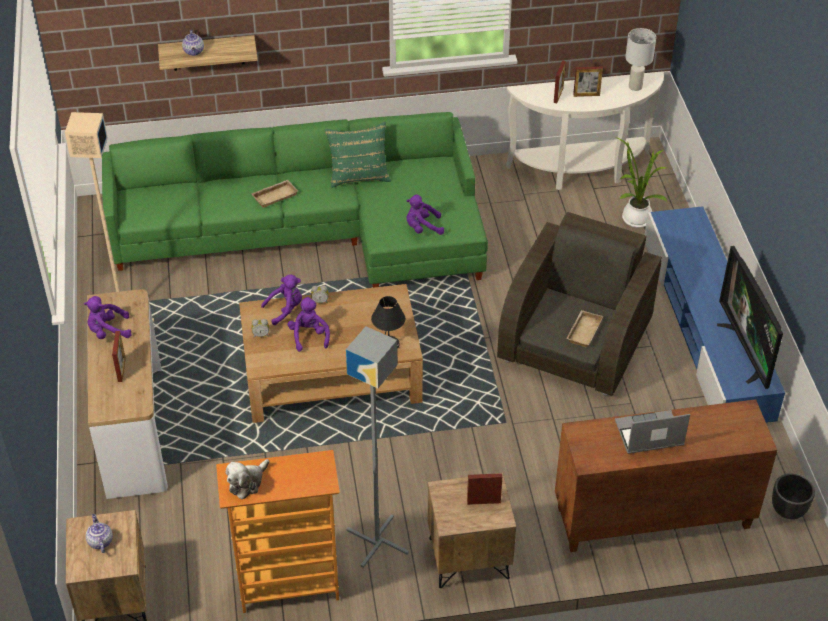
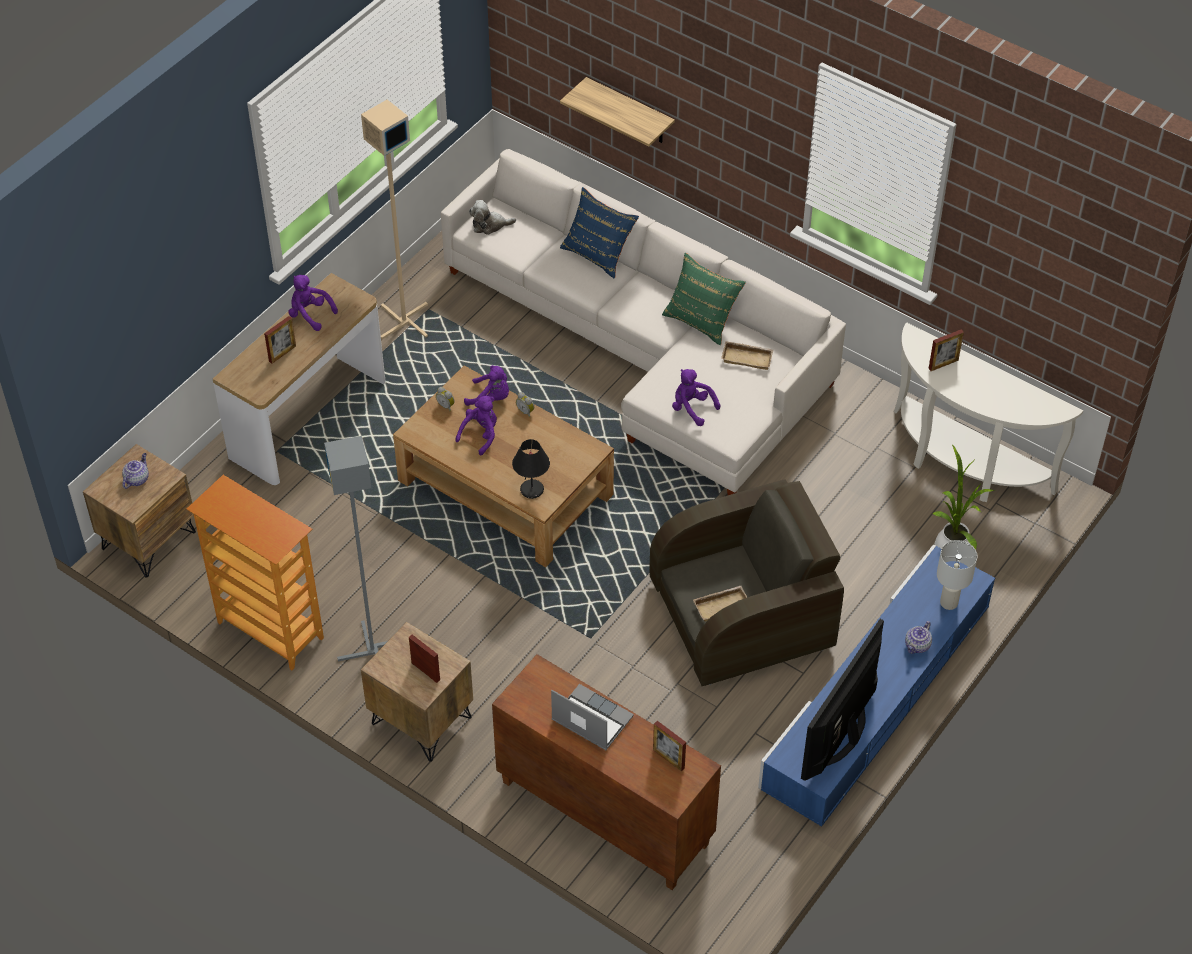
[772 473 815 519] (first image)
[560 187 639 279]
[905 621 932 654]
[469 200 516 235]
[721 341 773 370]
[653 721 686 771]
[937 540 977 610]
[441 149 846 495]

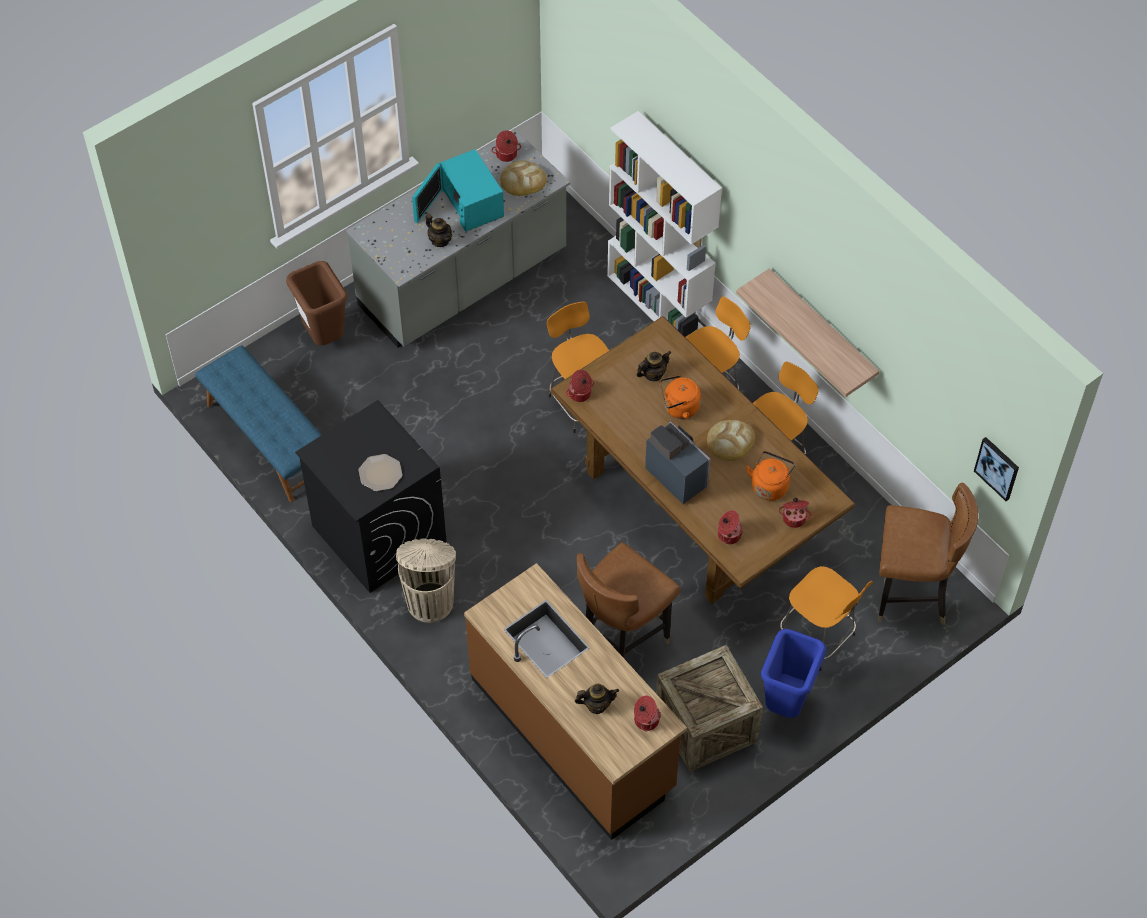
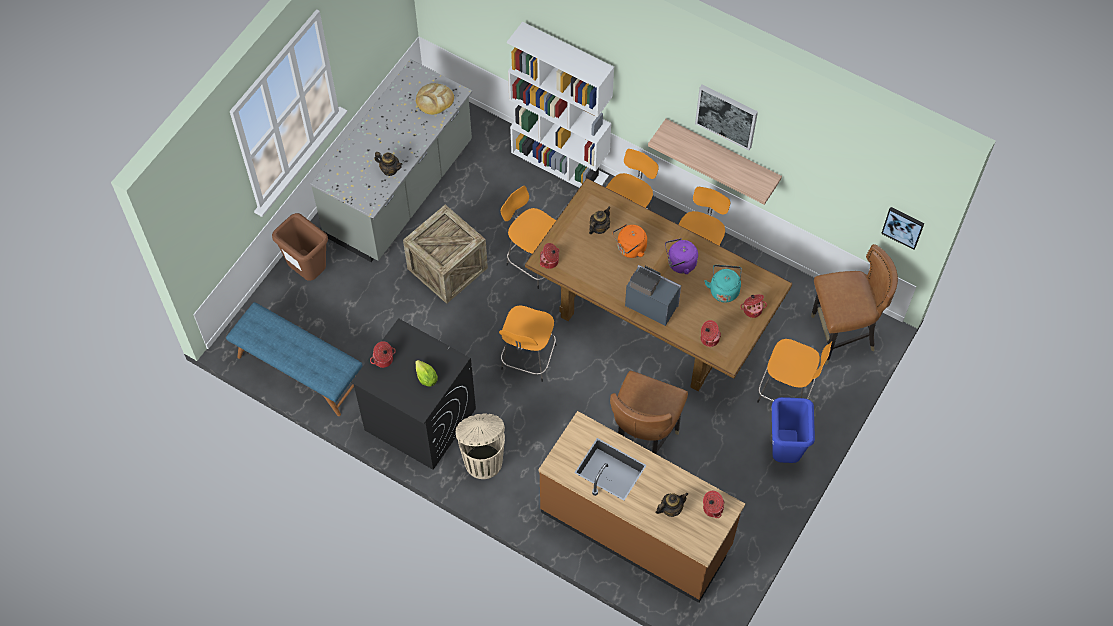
[412 149 504 232] (first image)
[499 305 556 382]
[695 85 758 150]
[370 341 396 368]
[403 205 488 304]
[415 360 438 387]
[665 238 698 274]
[704 265 742 303]

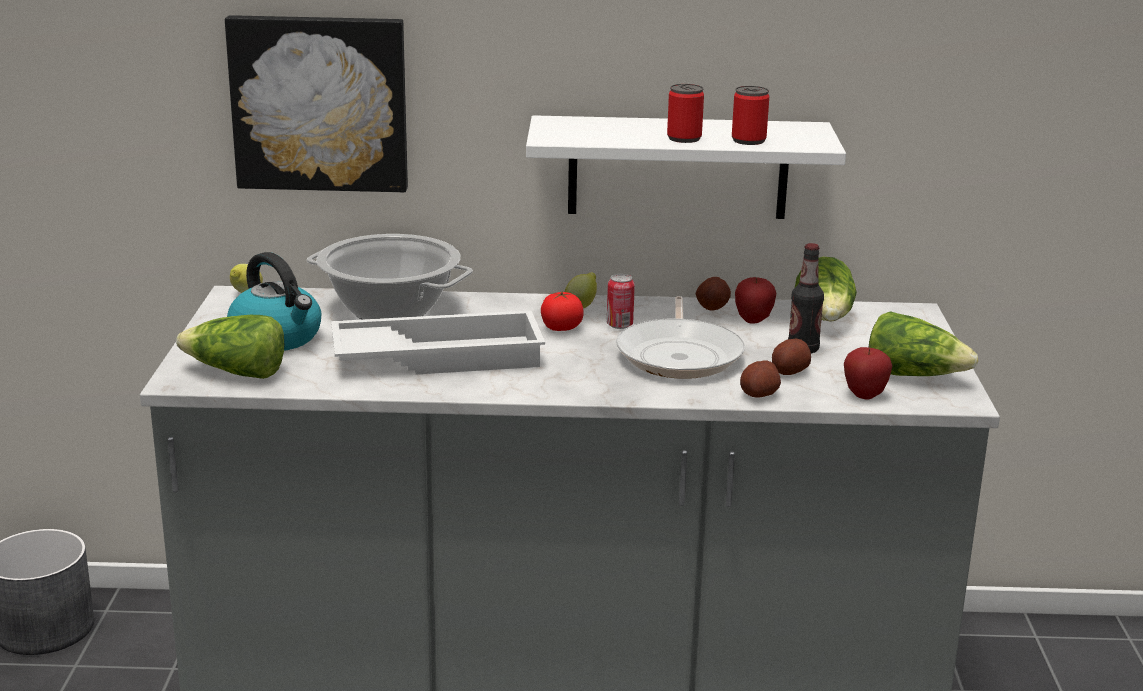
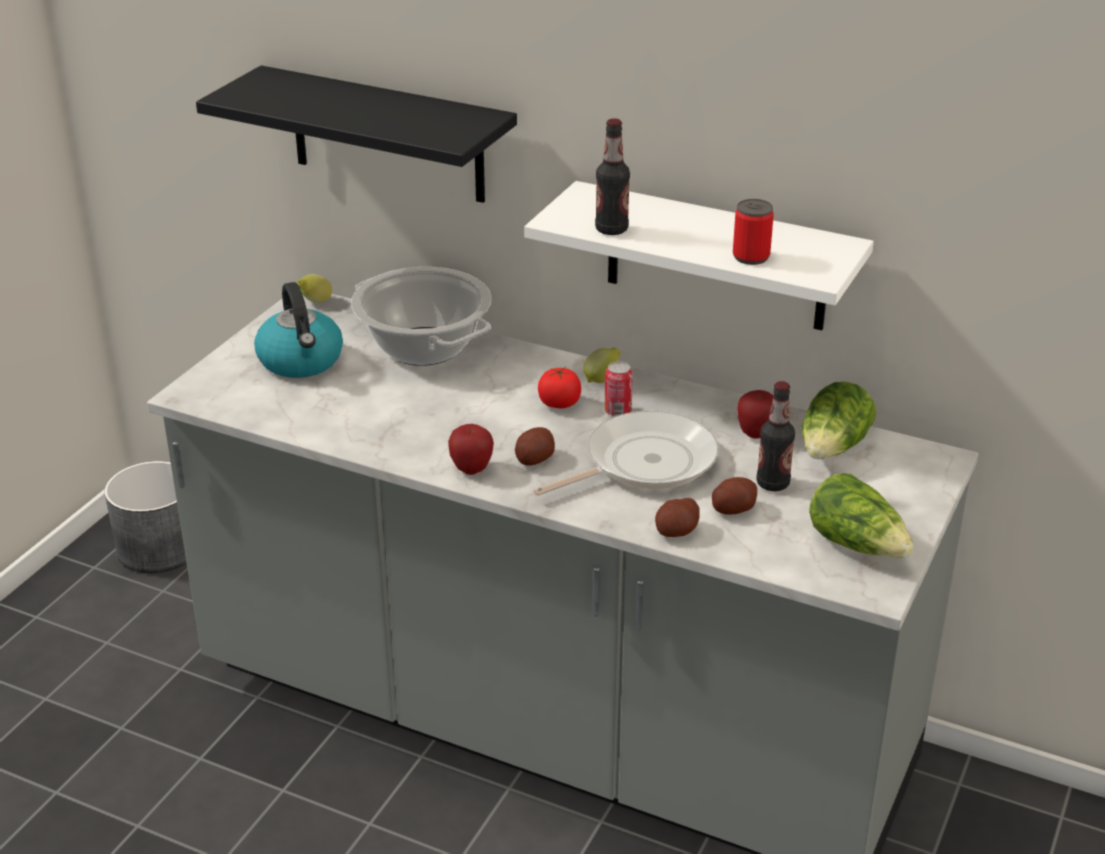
[176 315 284 379] (first image)
[331 311 545 374] (first image)
[667 84 704 143] (first image)
[595 118 630 235]
[515 427 555 465]
[448 424 494 475]
[196 65 517 203]
[533 411 719 496]

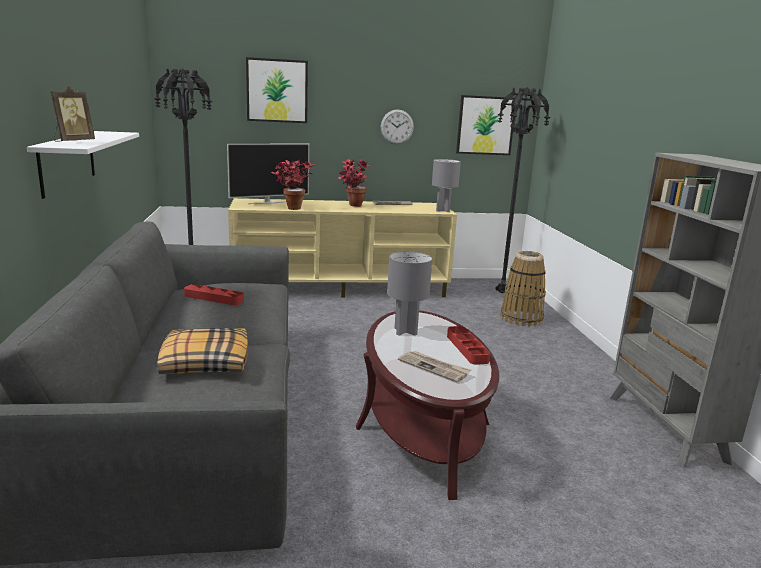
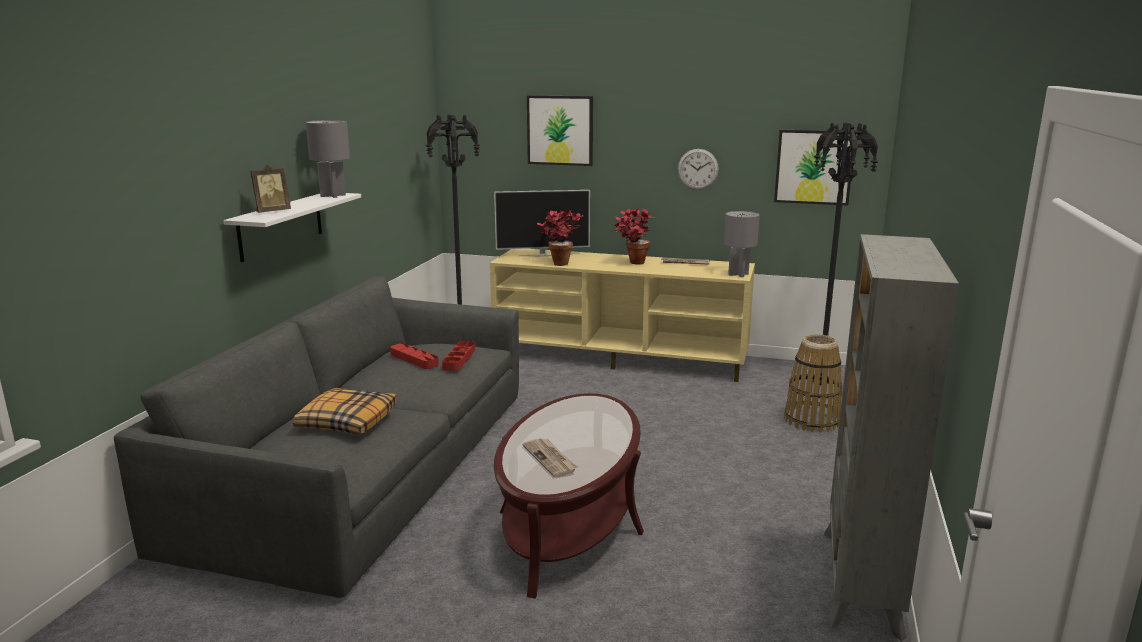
[306 120 350 198]
[442 341 475 371]

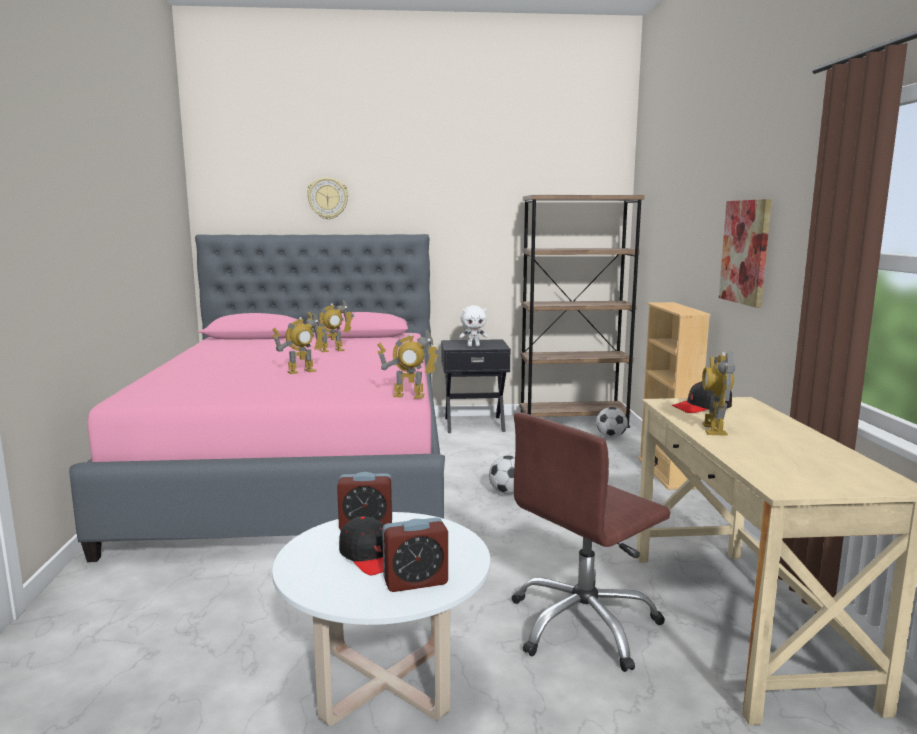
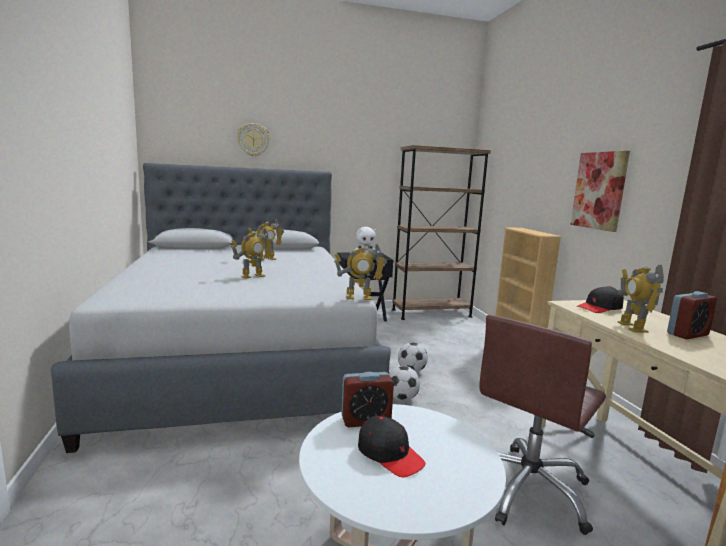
[667 291 717 339]
[389 366 420 401]
[51 163 391 453]

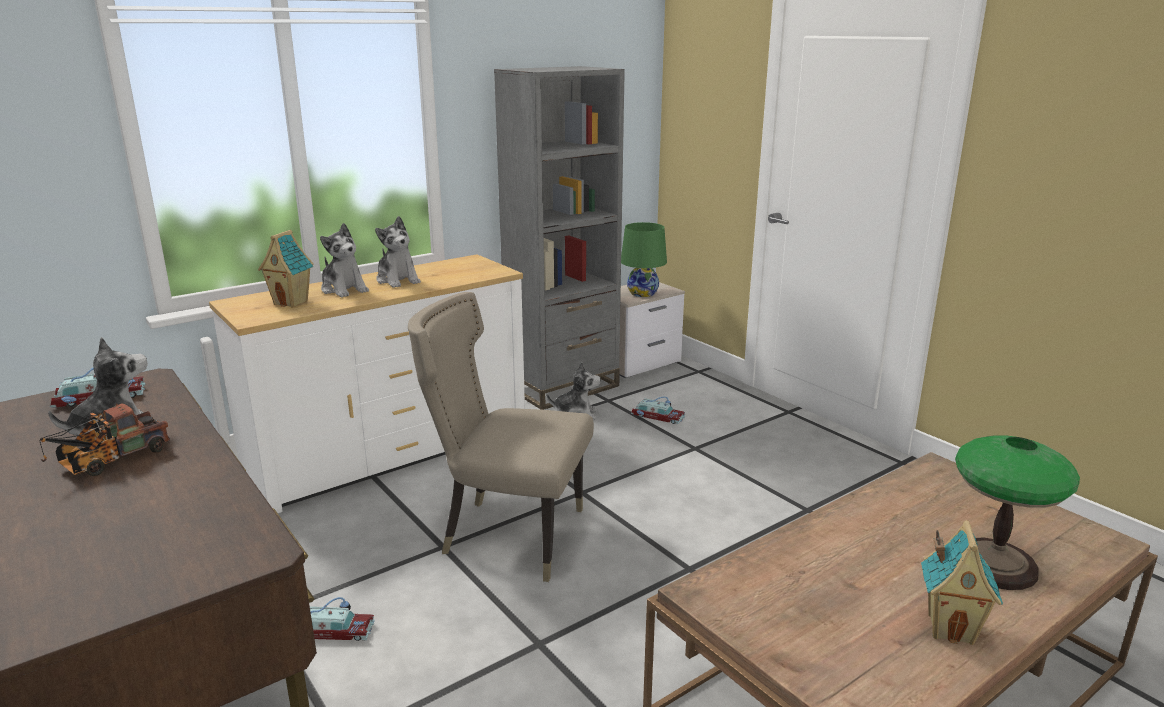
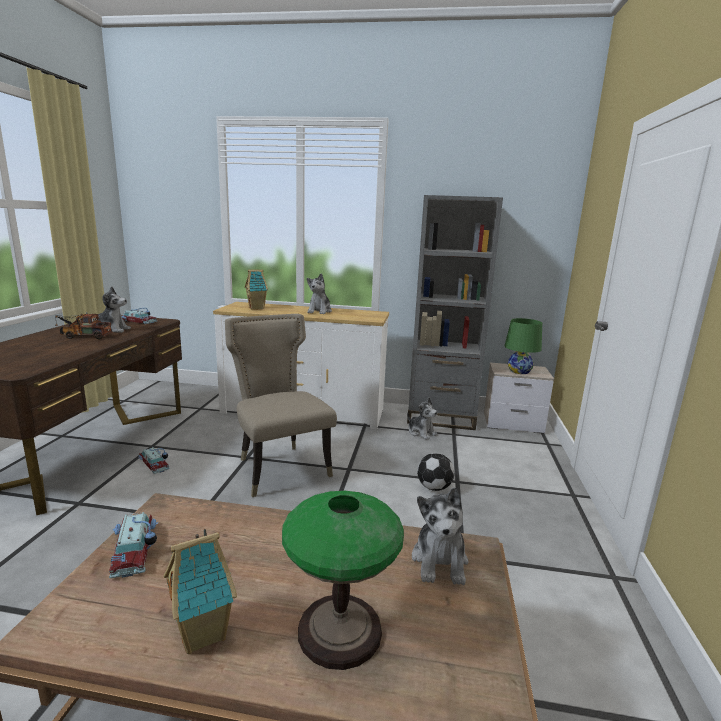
[417 453 455 491]
[412 488 469 585]
[109 512 158 578]

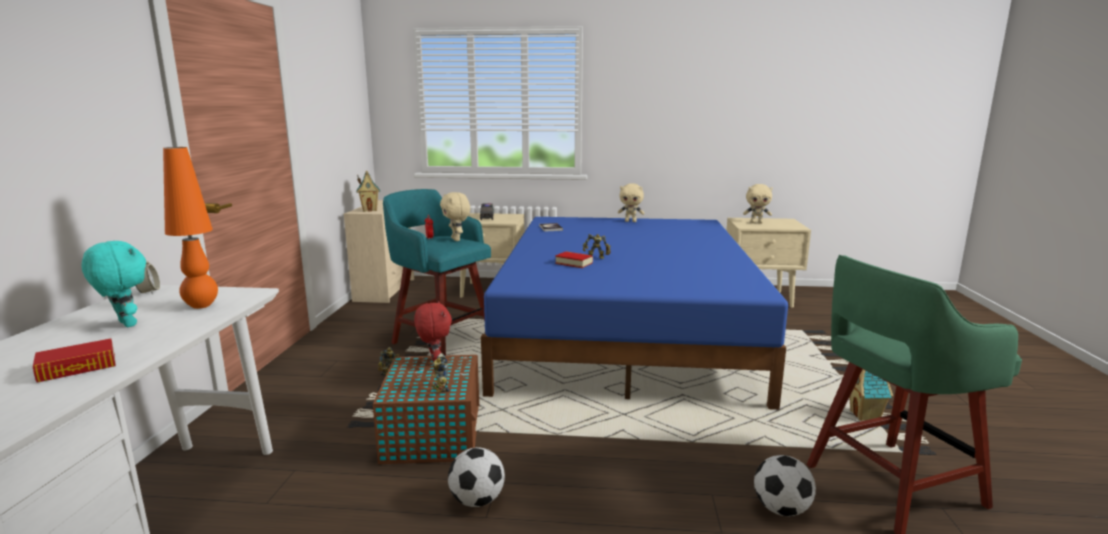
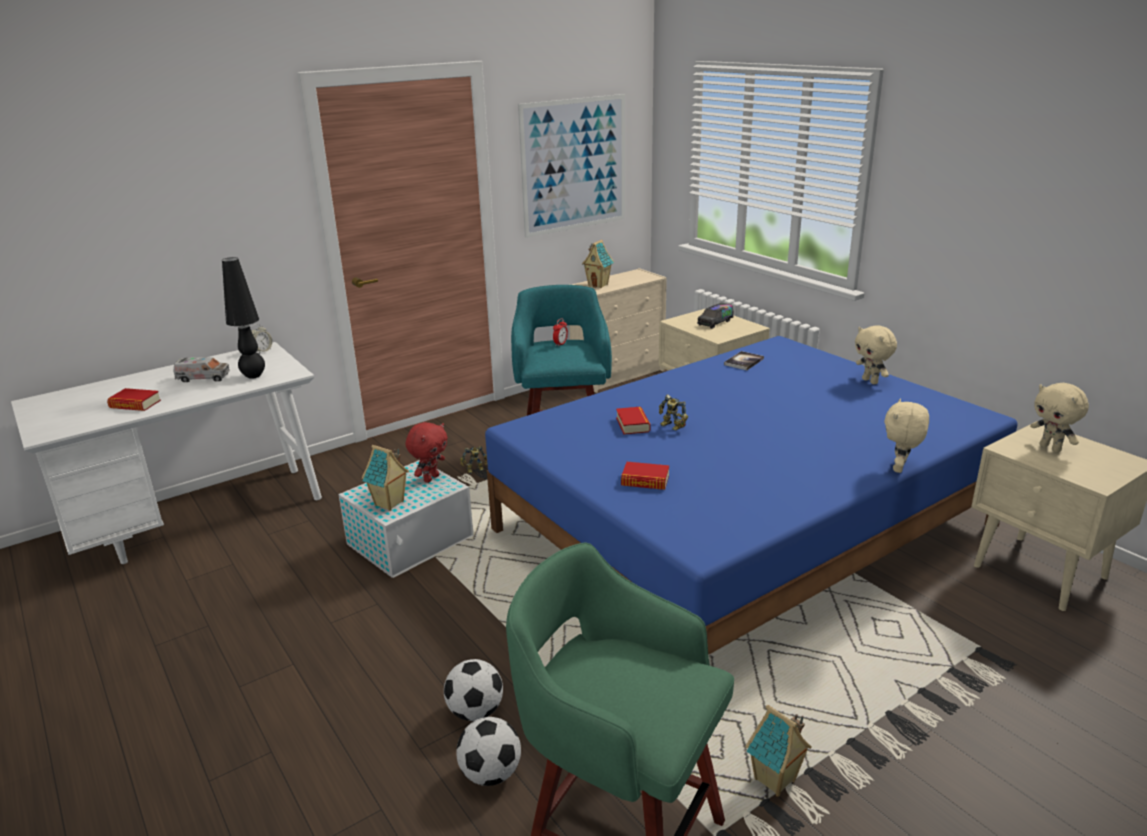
[518 94 625 238]
[621 462 669 490]
[884 398 929 473]
[444 659 503 721]
[174 357 230 382]
[362 445 409 511]
[222 257 265 379]
[338 460 473 578]

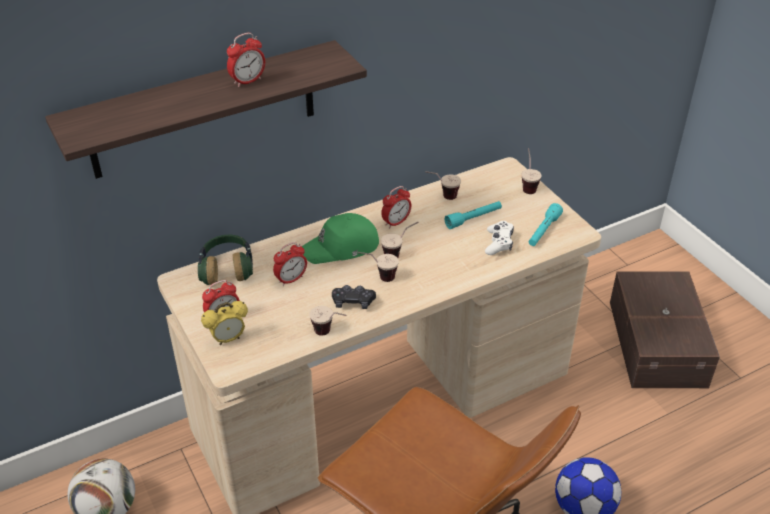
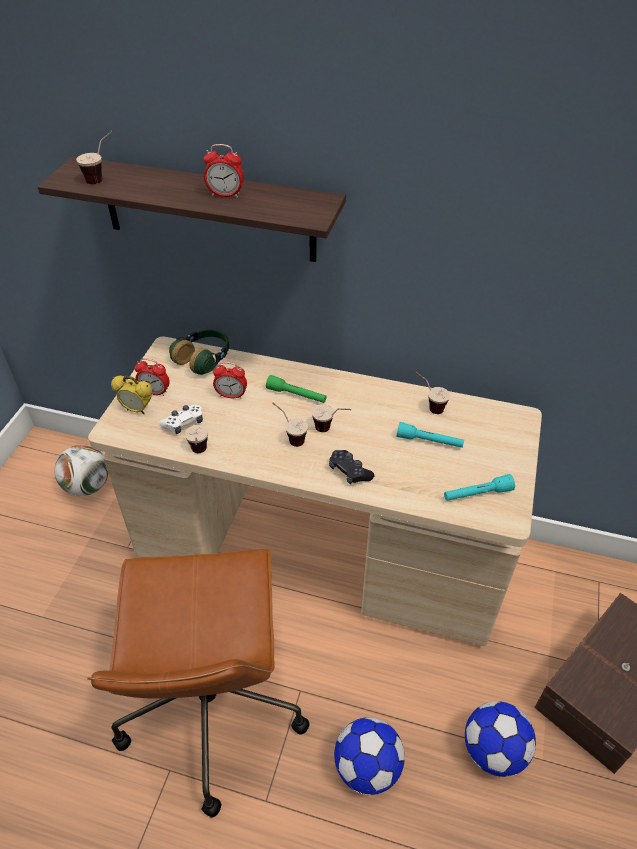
[381 186 411 228] (first image)
[465 701 536 777]
[329 450 374 484]
[160 405 203 434]
[76 131 112 184]
[266 375 327 403]

